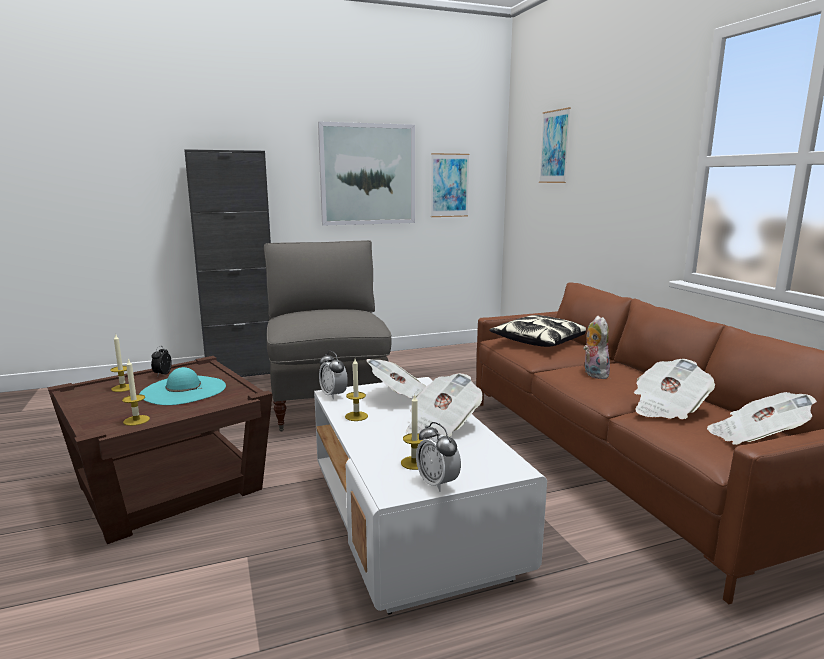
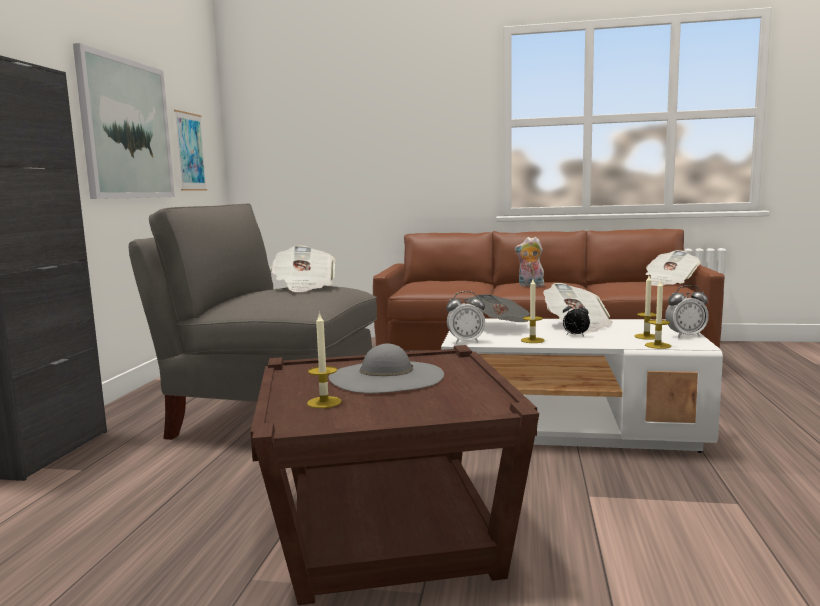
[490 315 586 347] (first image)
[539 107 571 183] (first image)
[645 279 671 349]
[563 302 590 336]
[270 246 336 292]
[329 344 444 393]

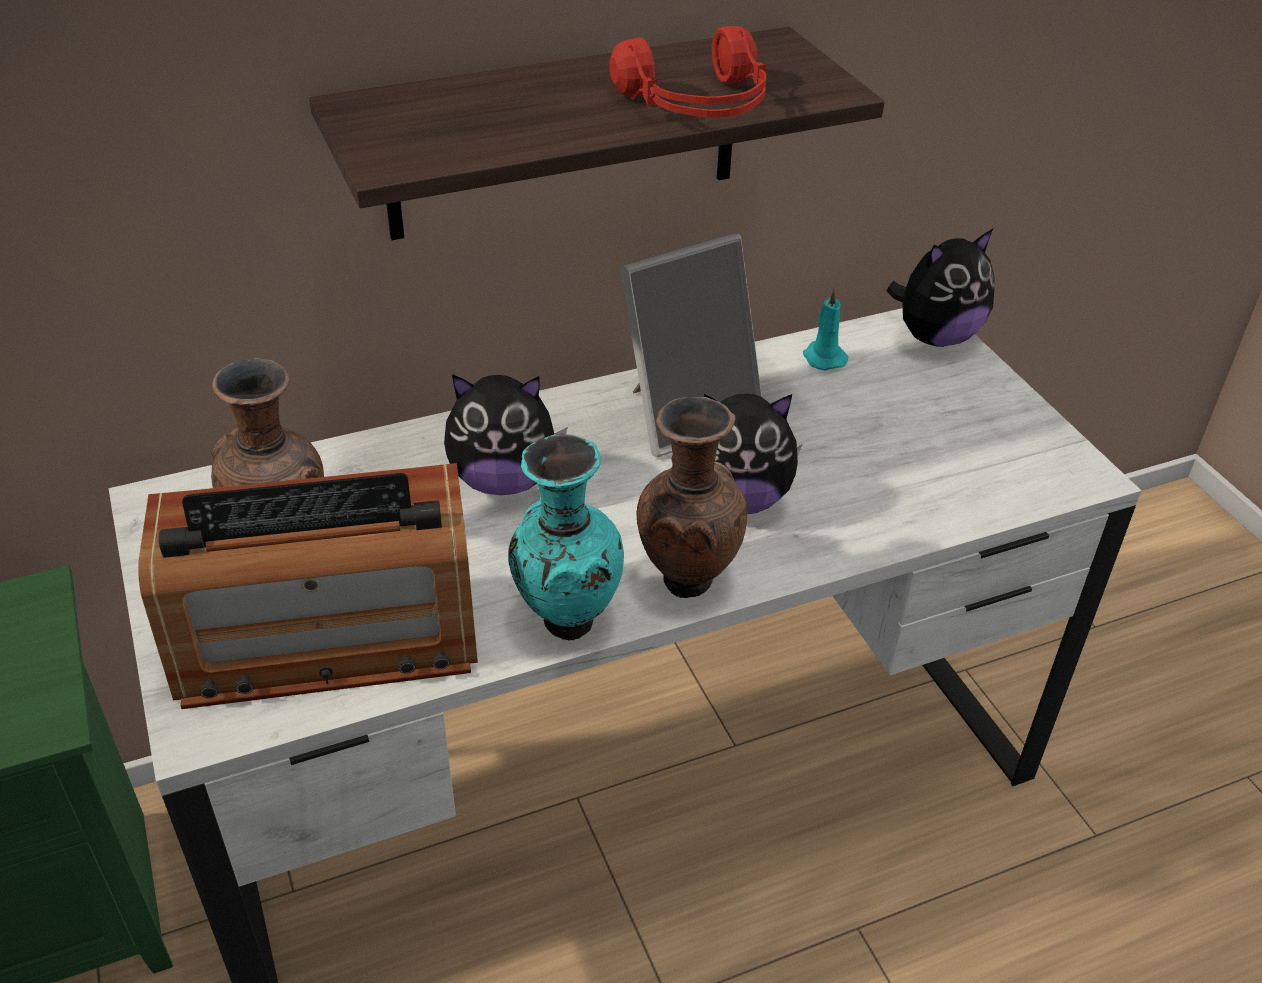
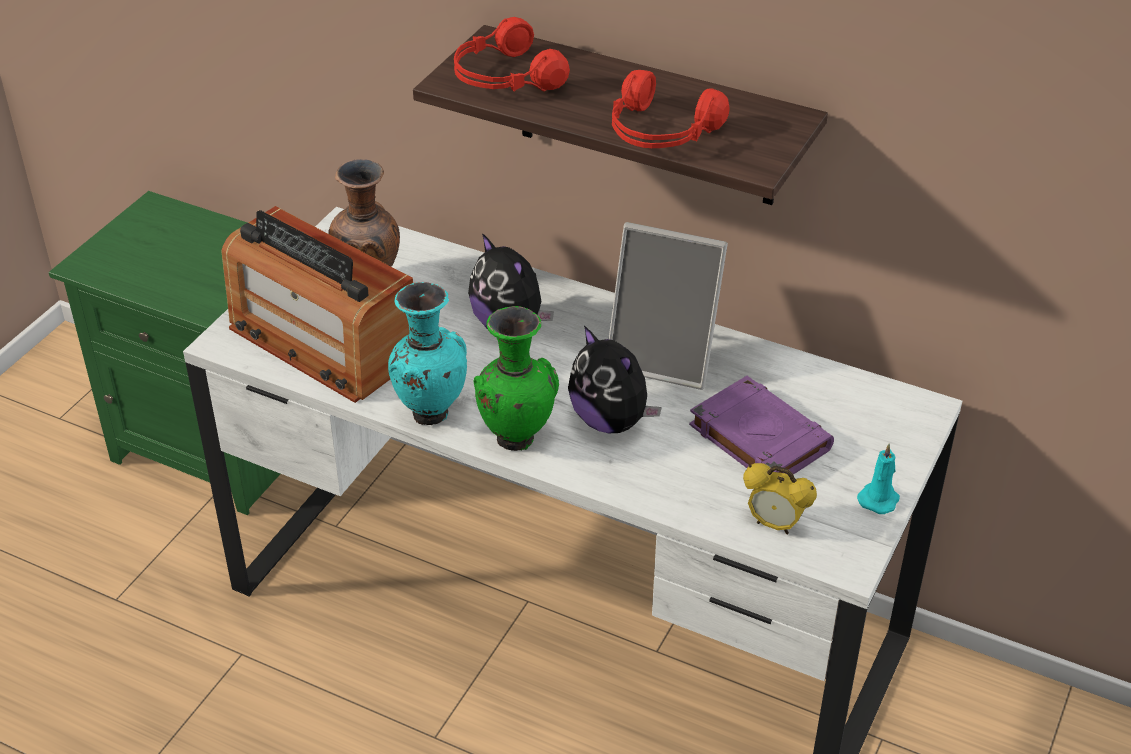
[887 229 995 347] (first image)
[454 17 570 92]
[689 376 834 475]
[743 463 817 534]
[857 444 900 514]
[473 306 559 451]

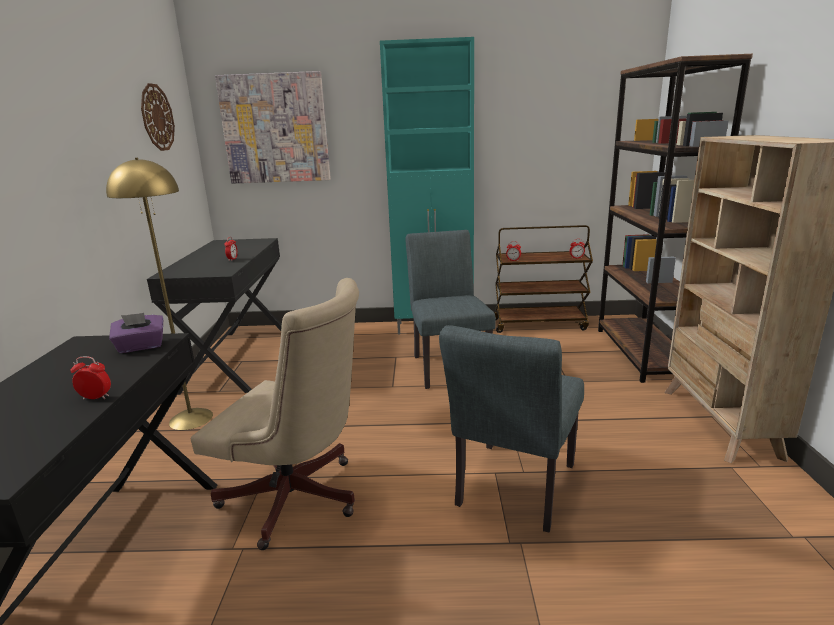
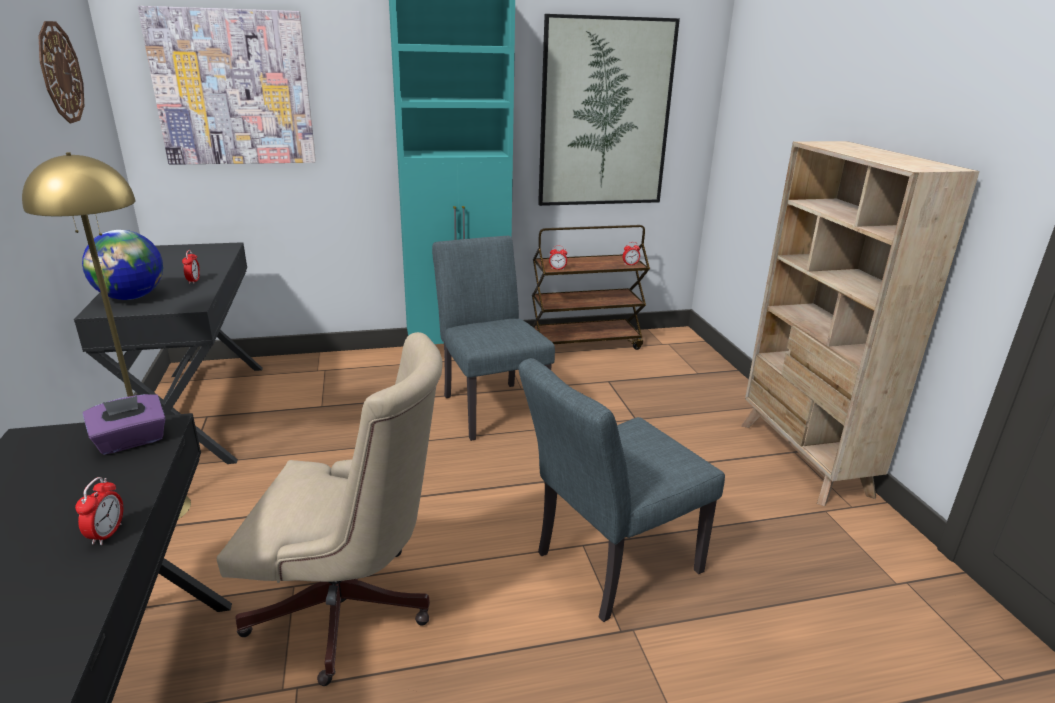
[598 54 753 383] (first image)
[82 230 163 300]
[538 14 680 206]
[75 477 123 545]
[518 358 725 622]

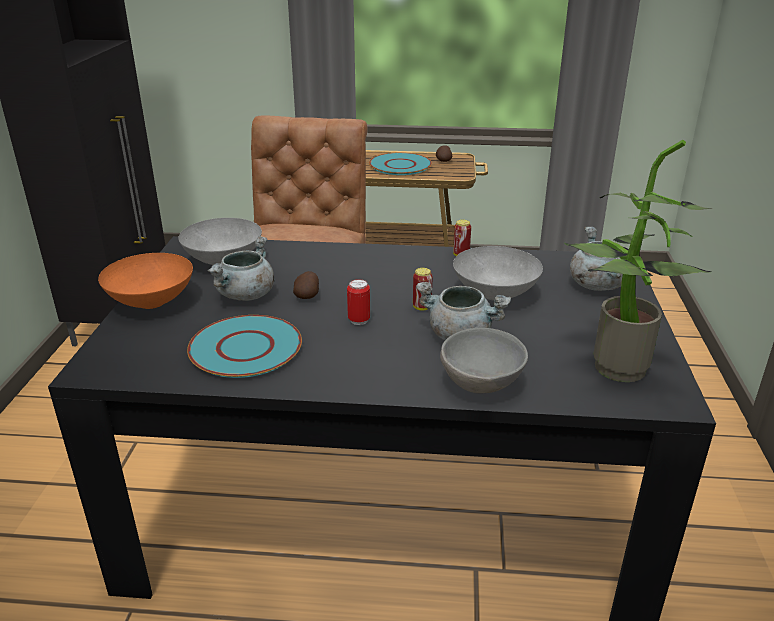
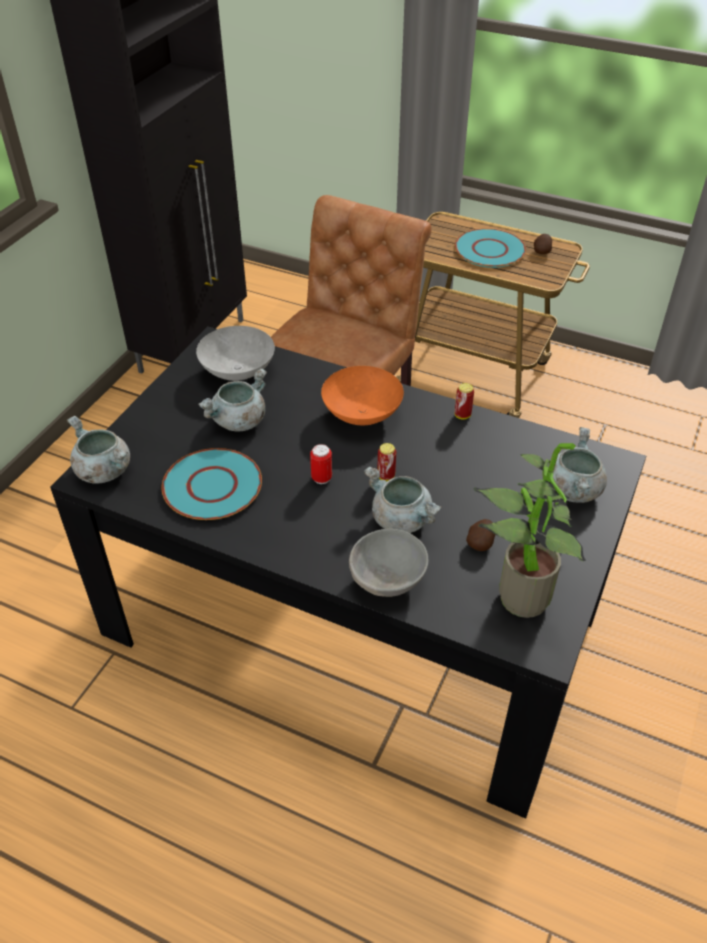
[453 246 543 301] (first image)
[67 416 130 484]
[321 366 404 425]
[466 519 495 551]

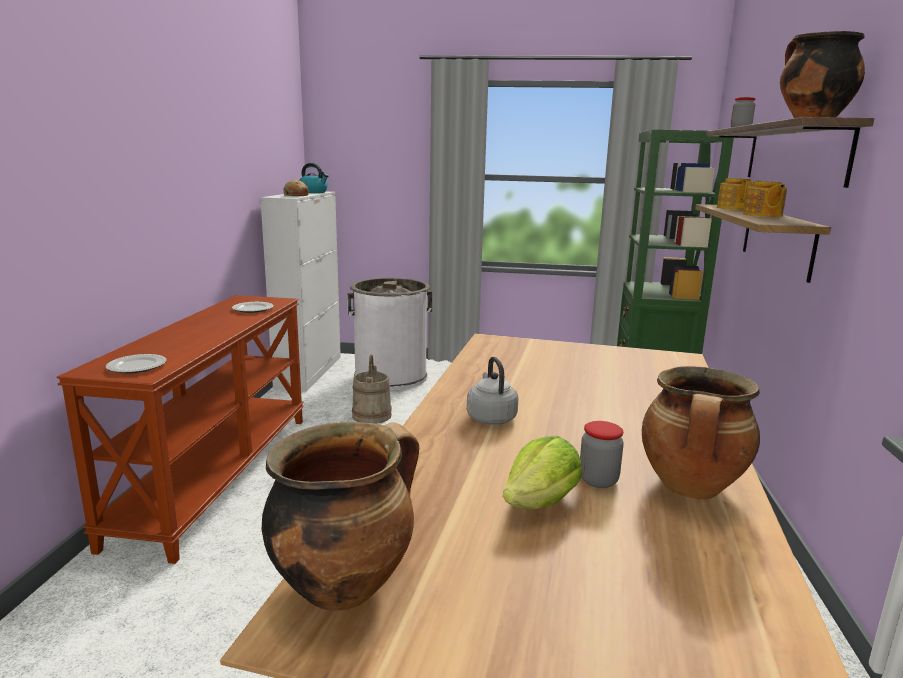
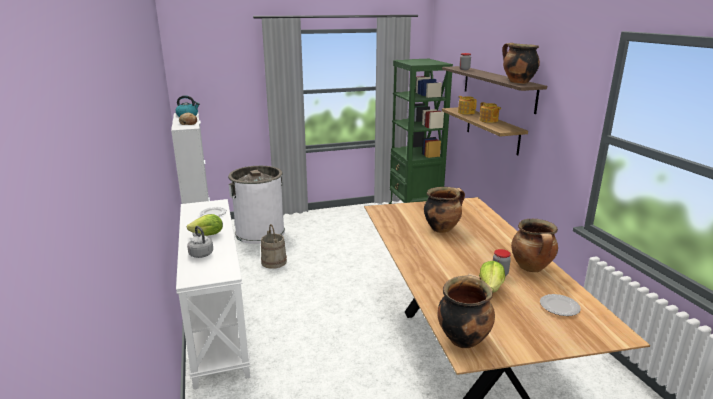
[187 214 223 236]
[424 187 465 233]
[540 294 581 316]
[187 226 213 258]
[176 199 251 389]

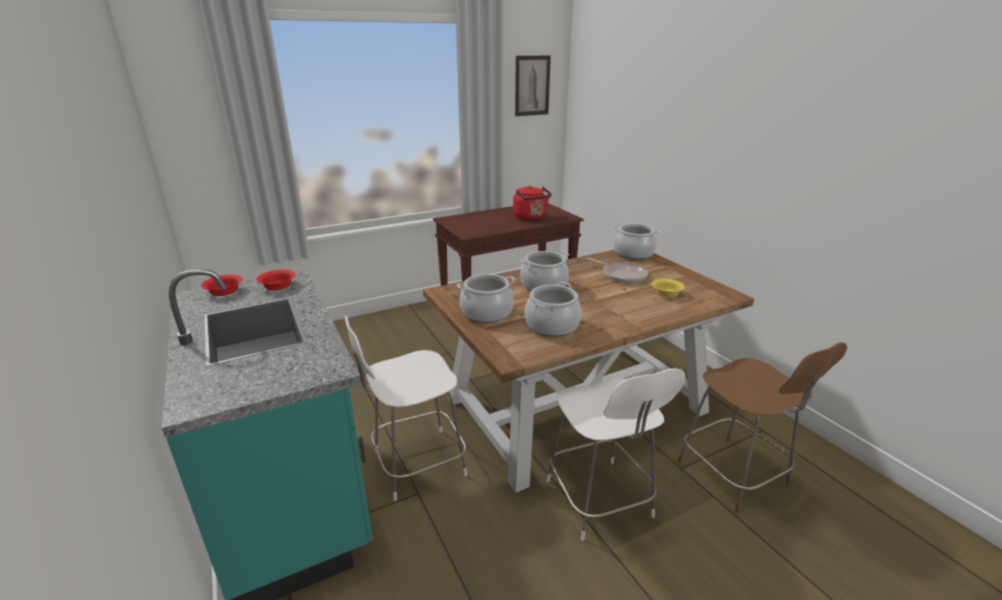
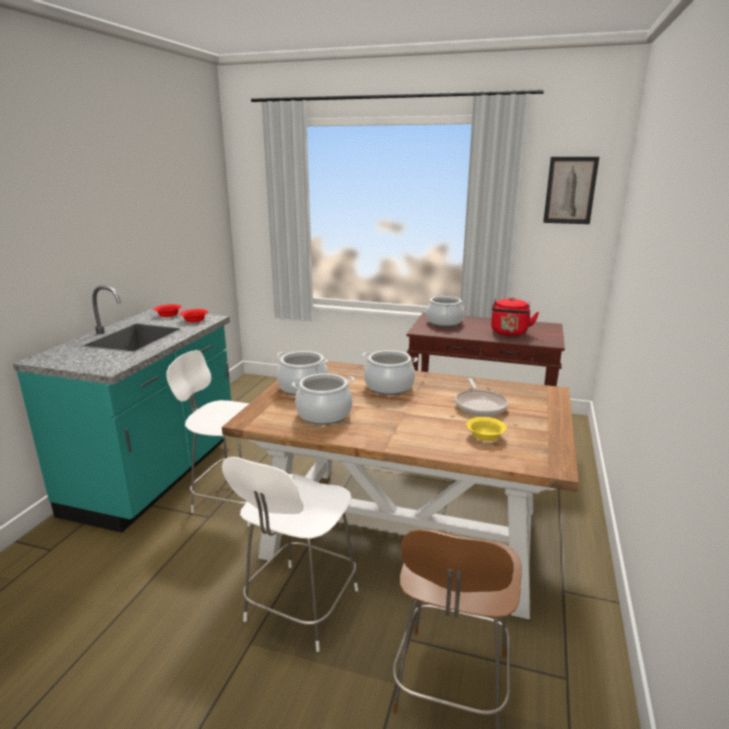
[426 294 464 327]

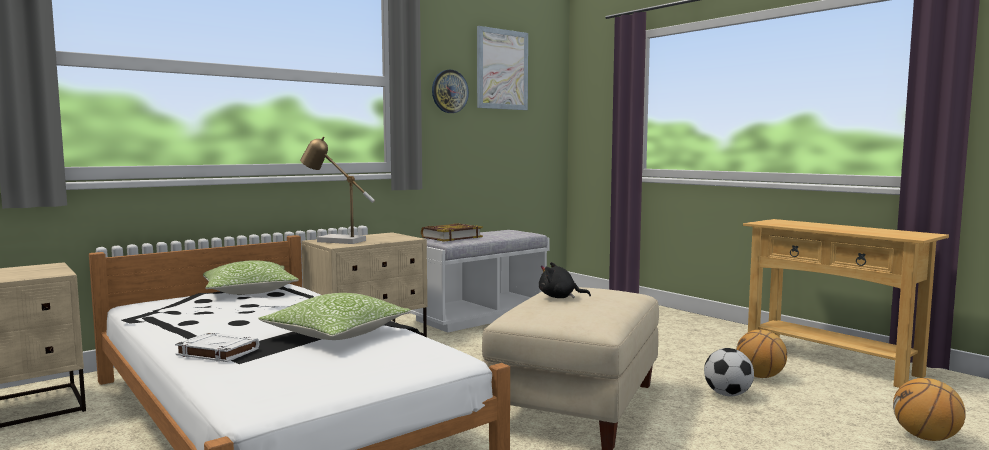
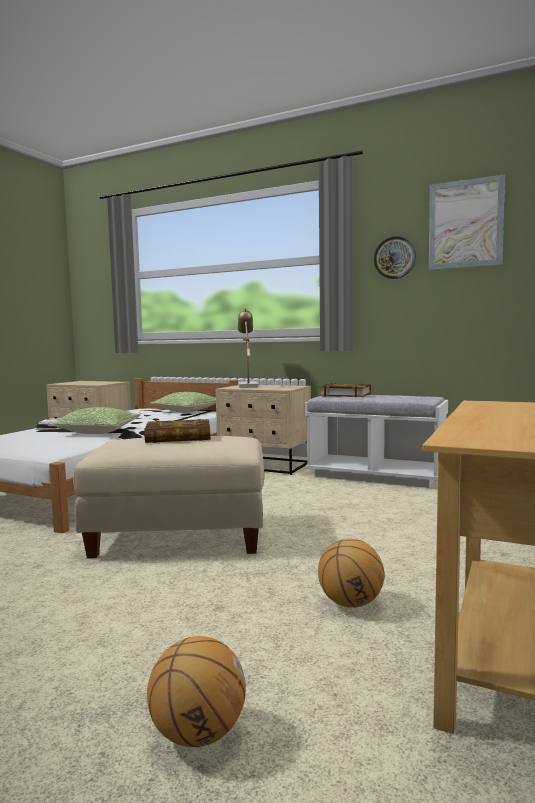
[704 348 754 397] (first image)
[145 419 210 443]

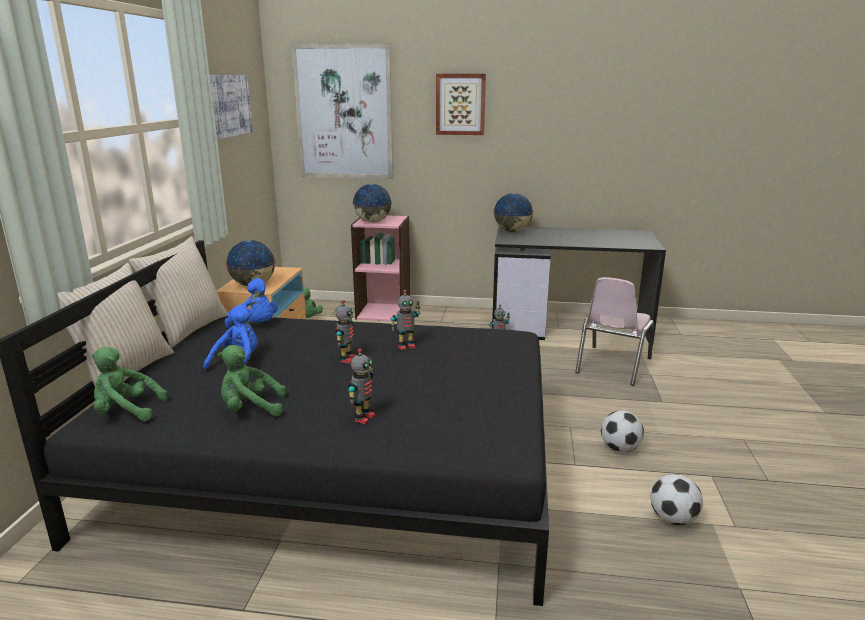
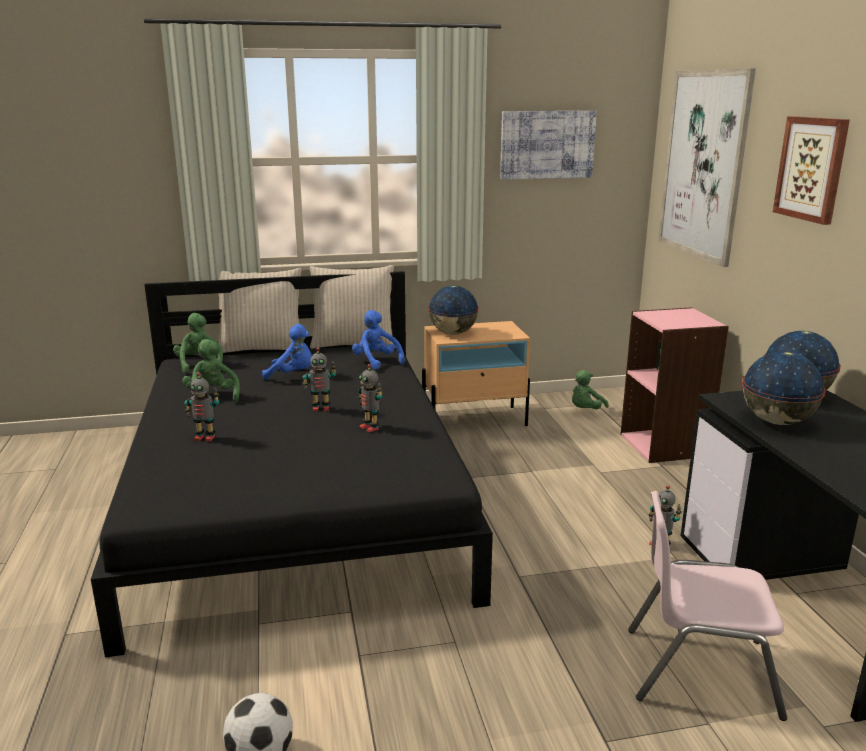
[601 410 644 452] (first image)
[742 351 826 425]
[352 310 405 370]

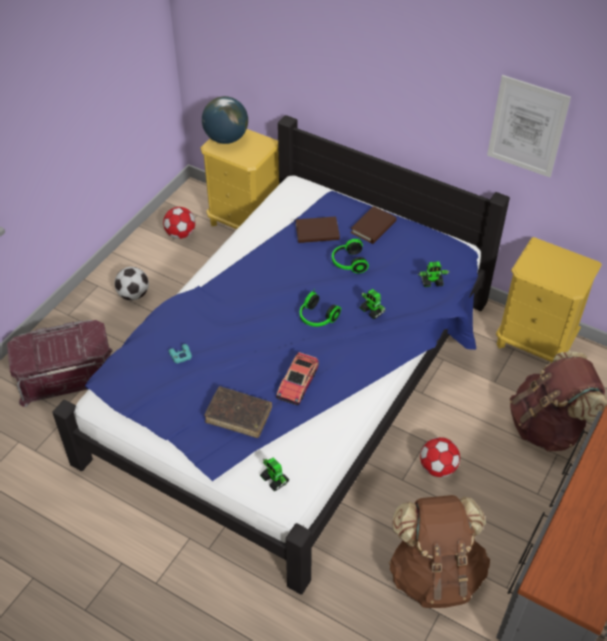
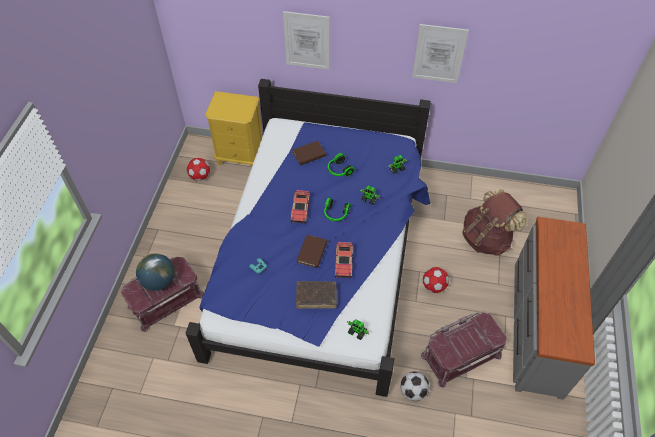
[496 237 602 363] (first image)
[283 11 330 70]
[290 190 310 223]
[400 371 429 401]
[136 253 175 291]
[297 235 327 268]
[421 312 507 388]

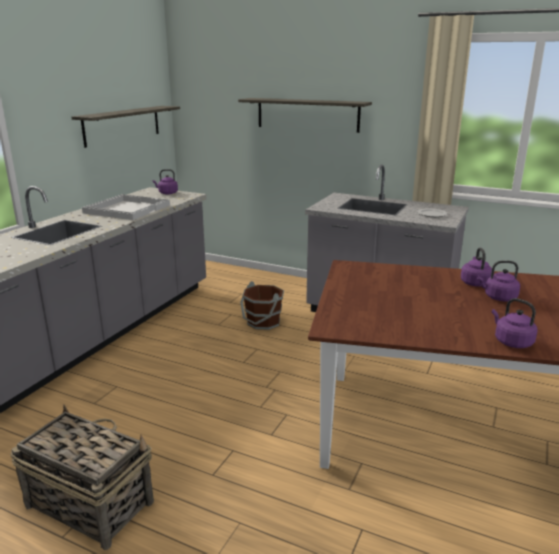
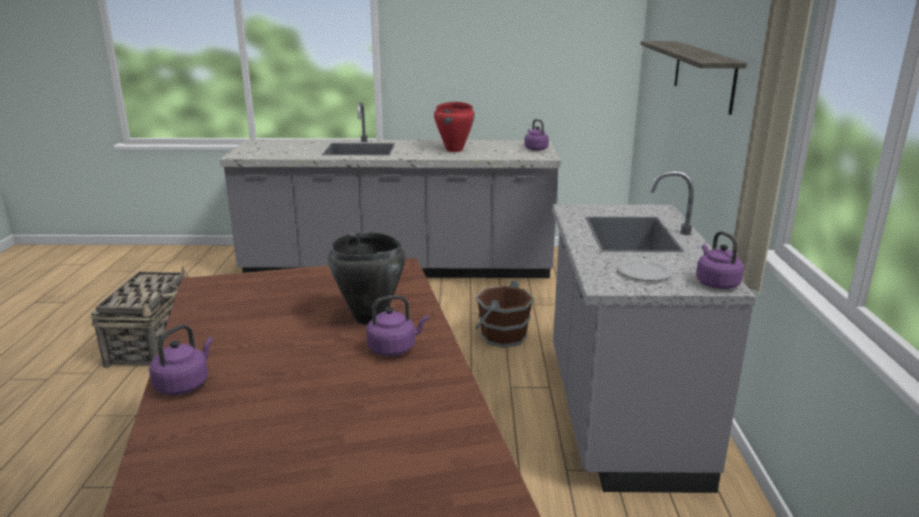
[71 106 180 148] (first image)
[328 232 405 325]
[696 231 744 289]
[434 102 475 152]

